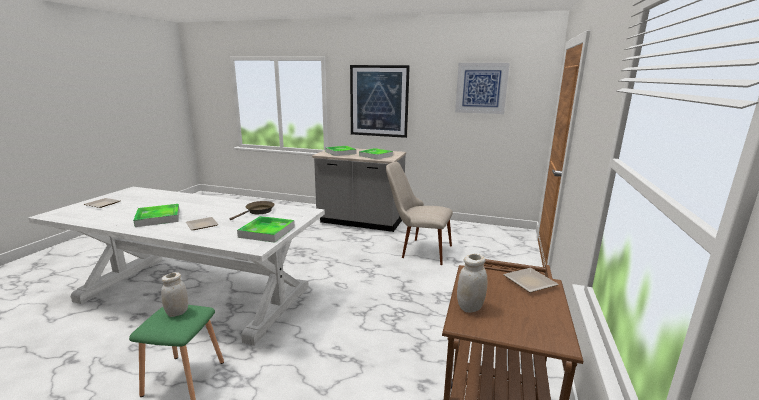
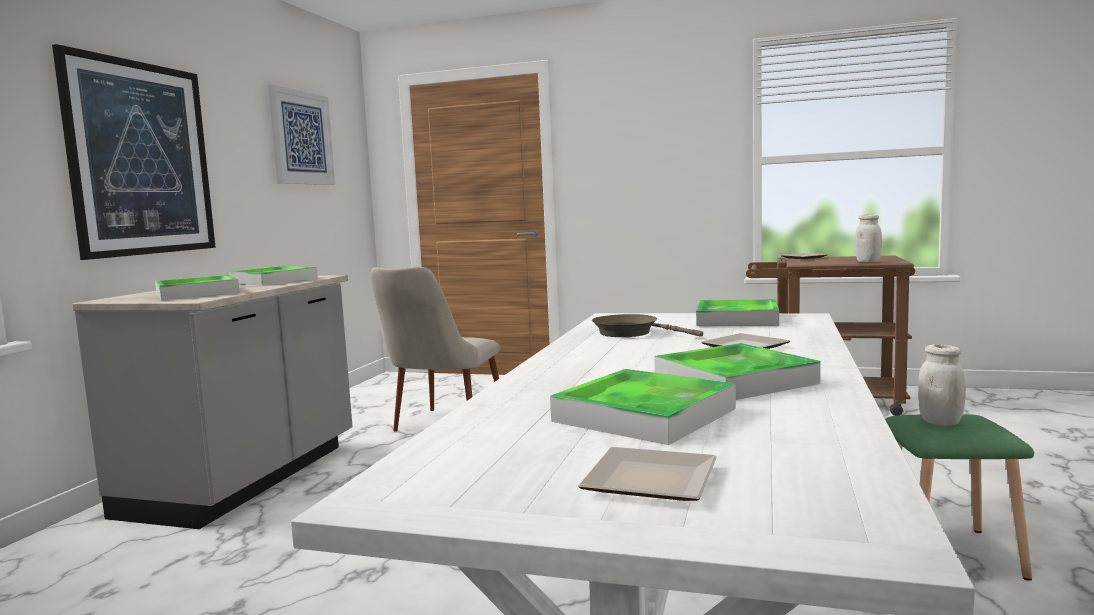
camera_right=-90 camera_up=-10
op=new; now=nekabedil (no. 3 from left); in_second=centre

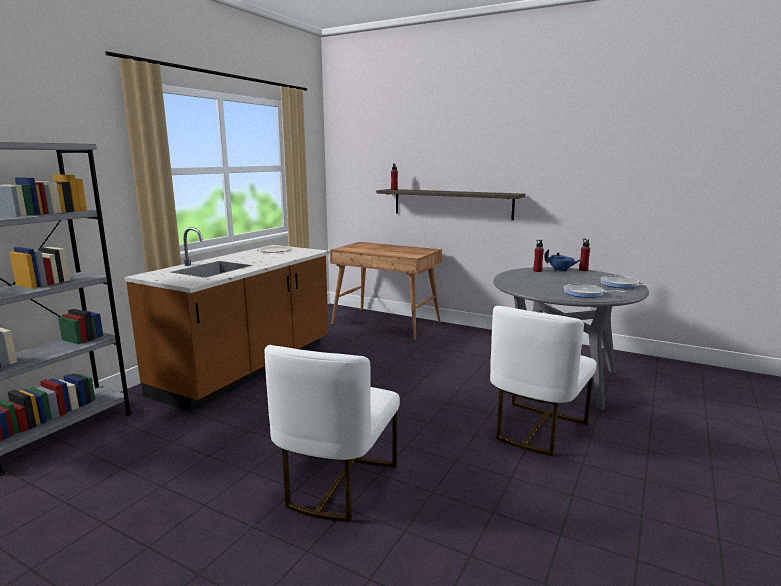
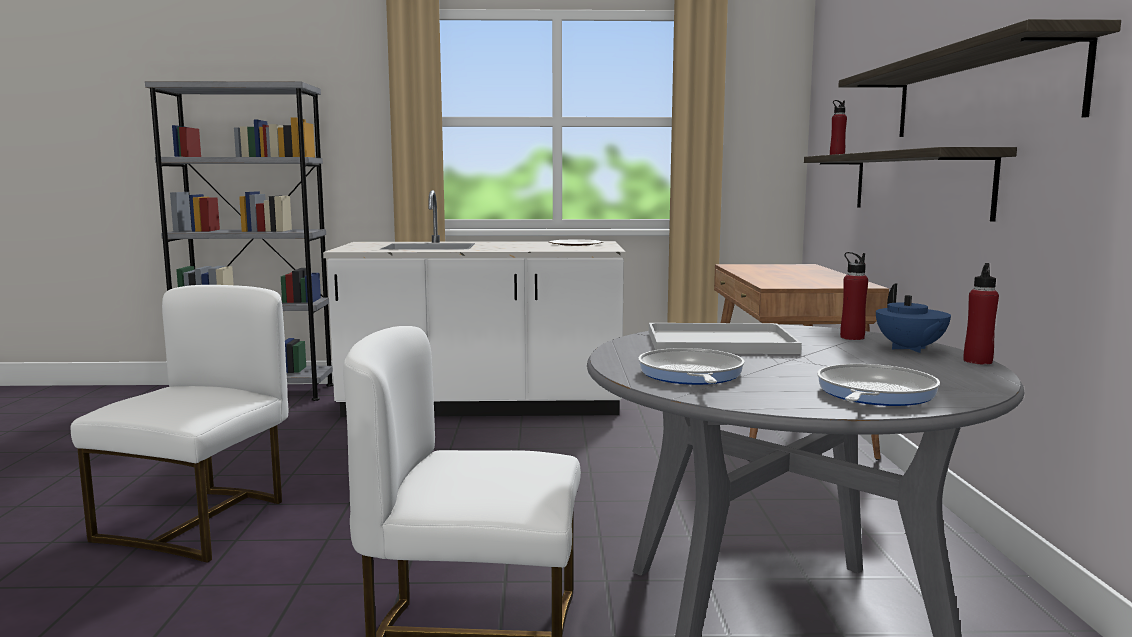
camera_right=60 camera_up=-5
op=rotated; was=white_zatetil (no. 1 from left); in_first=bottom centre; in_second=middle left; clockwise=120
op=repainted; was=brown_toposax; now=white_toposax; in_first=middle left; in_second=centre
op=new; now=white_nekabedil; in_second=centre
op=new; now=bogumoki (no. 2 from left); in_second=top right

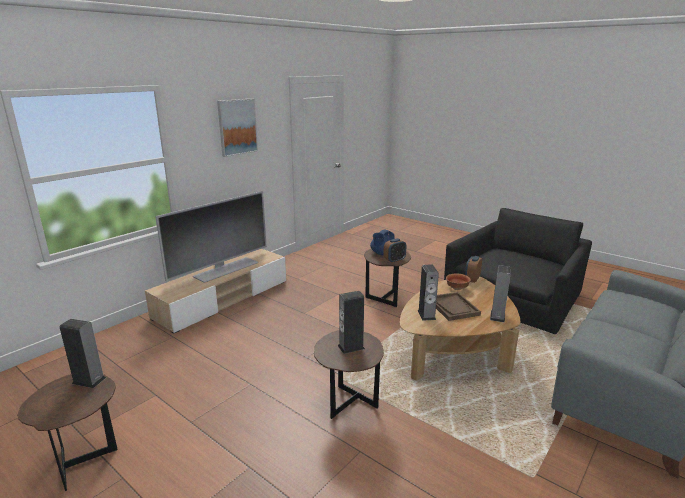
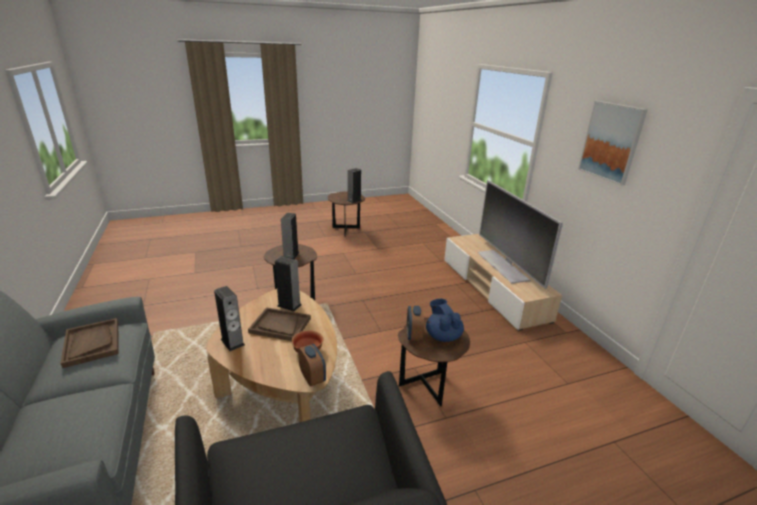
camera_right=120 camera_up=5
op=new; now=brown_nekabedil (no. 1 from left); in_second=bottom left

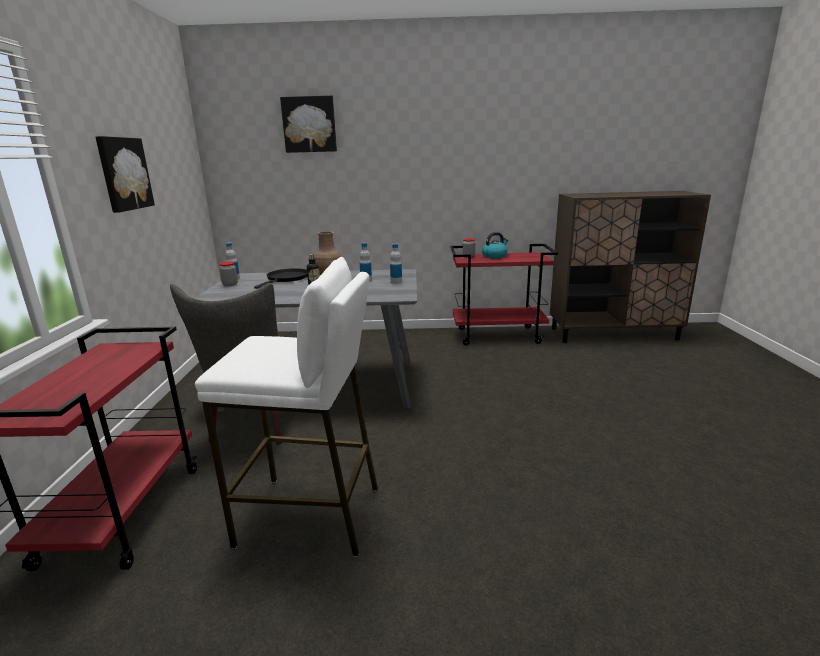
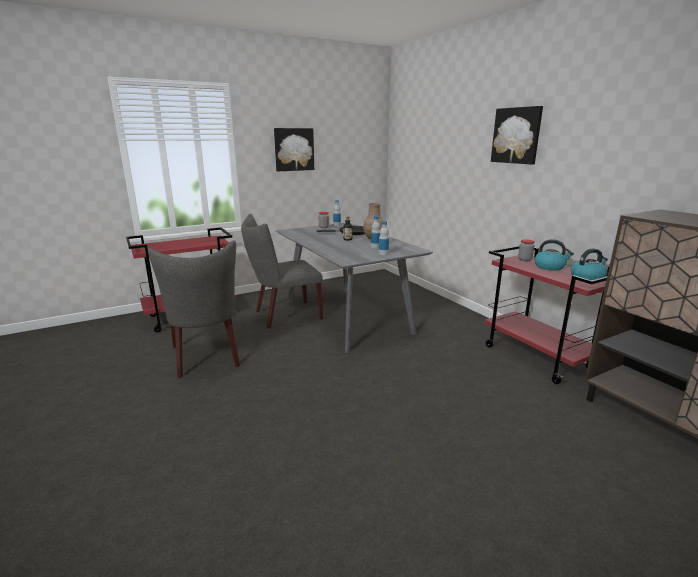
camera_right=60 camera_up=0
op=swapped; was=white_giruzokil; now=grey_zatetil (no. 1 from left); in_first=centre; in_second=middle left
op=shifted; was=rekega (no. 2 from left); in_first=top centre; in_second=top right
op=new; now=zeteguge (no. 2 from left); in_second=middle right

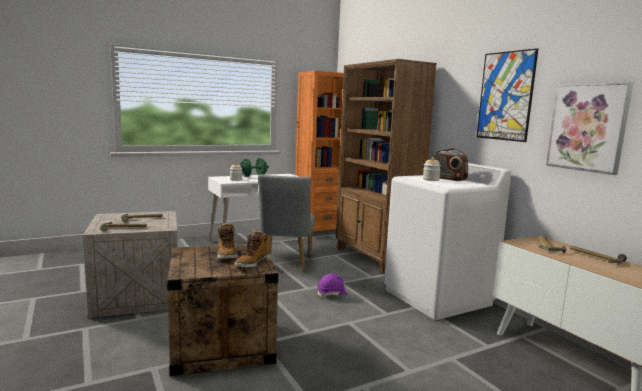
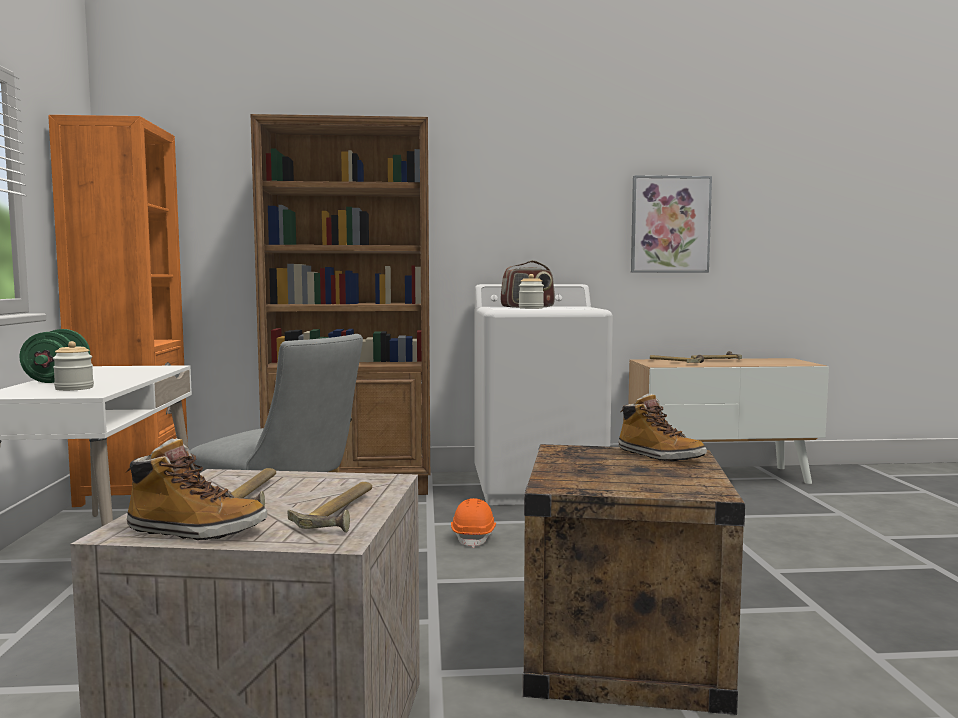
camera_right=-65 camera_up=-5
op=shifted; was=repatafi (no. 1 from left); in_first=centre; in_second=bottom left
op=repainted; was=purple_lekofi; now=orange_lekofi; in_first=bottom centre; in_second=bottom centre
op=gone; was=rekega (no. 1 from left); in_first=top right

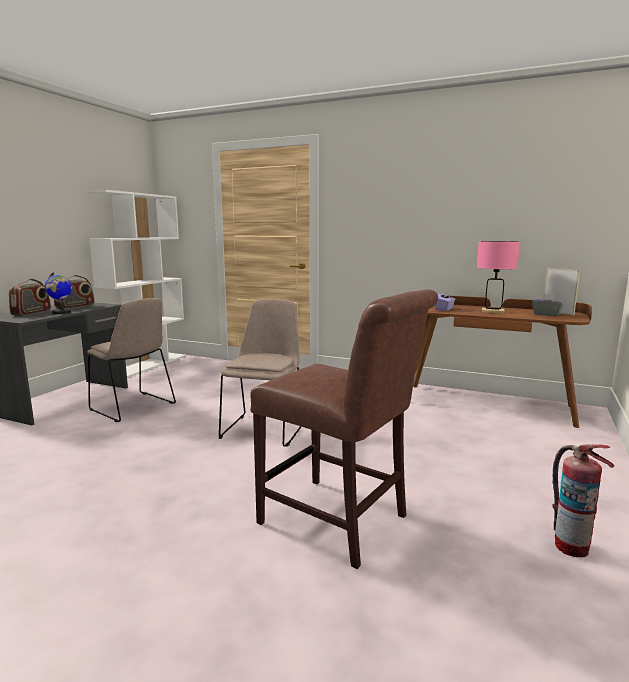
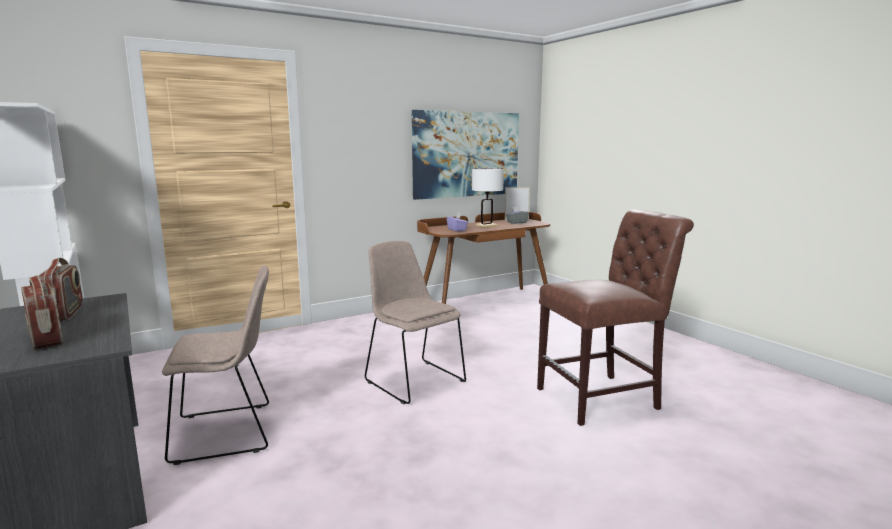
camera_right=-55 camera_up=0
op=new; now=rekega; in_second=top centre
op=repainted; was=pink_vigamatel; now=white_vigamatel; in_first=middle right; in_second=centre
op=gone; was=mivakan; in_first=middle left
op=gone; was=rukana; in_first=bottom right

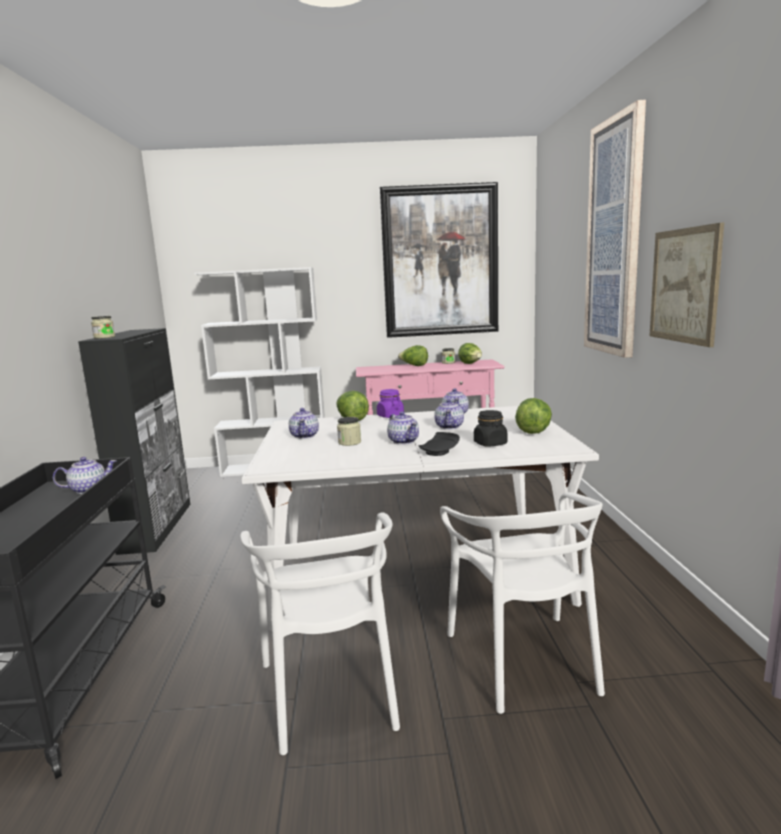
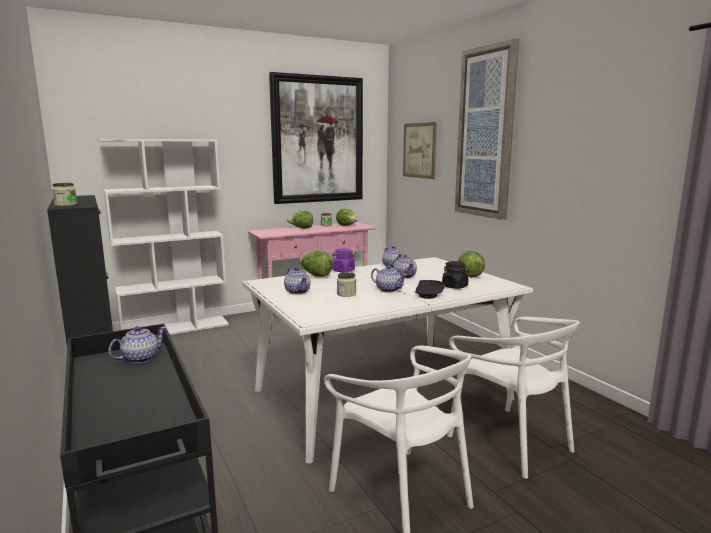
camera_right=-25 camera_up=0
op=shifted; was=rekega (no. 3 from left in the first image); now=rekega (no. 2 from left); in_first=middle right; in_second=top centre

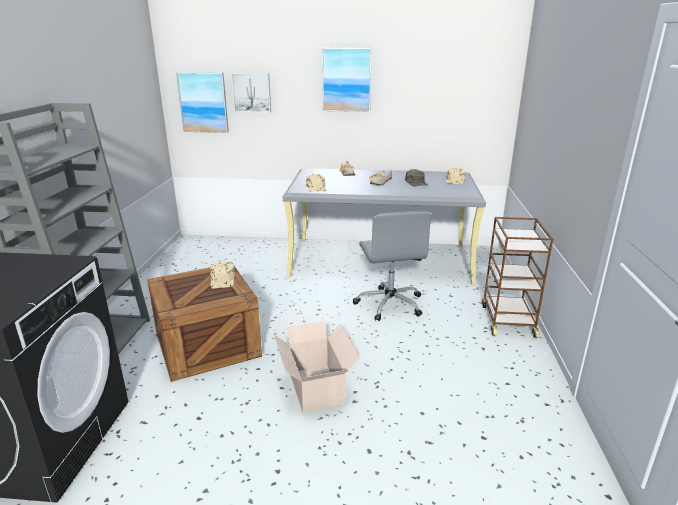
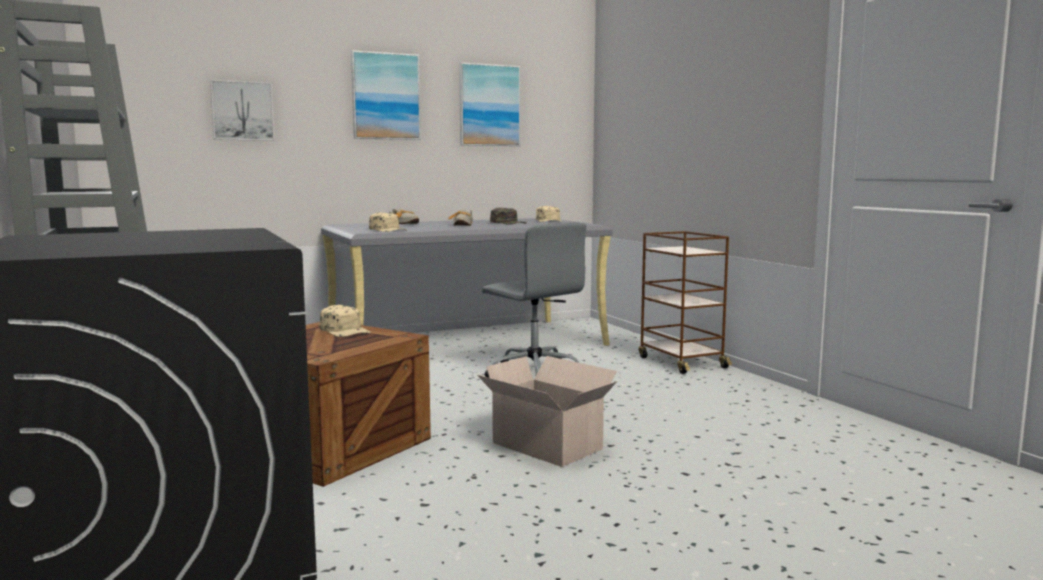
camera_right=-30 camera_up=-15
op=shifted; was=rekega (no. 1 from left in the first image); now=rekega (no. 3 from left); in_first=top left; in_second=top centre

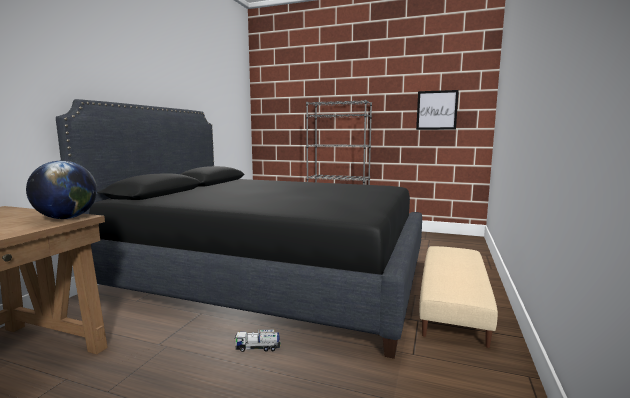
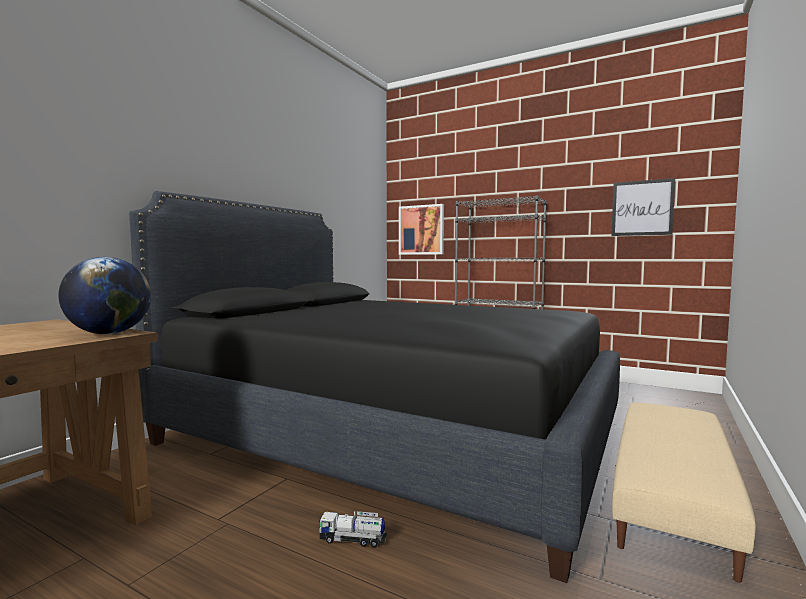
camera_right=10 camera_up=-5
op=new; now=rekega (no. 1 from left); in_second=centre

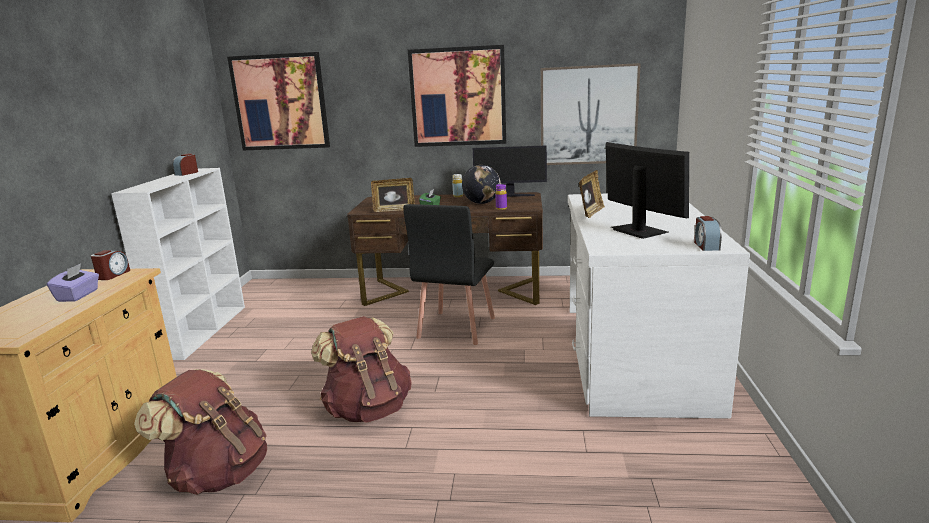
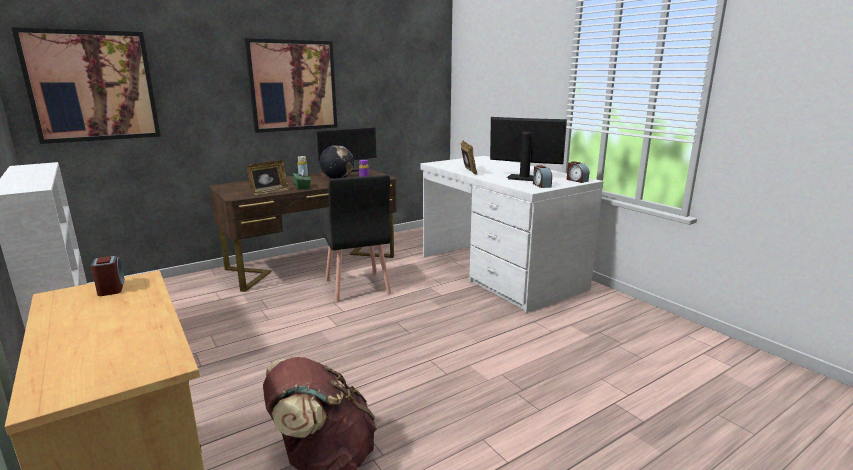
camera_right=-40 camera_up=0
op=shifted; was=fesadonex (no. 2 from left); in_first=top left; in_second=centre
op=gone; was=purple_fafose; in_first=middle left
op=gone; was=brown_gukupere (no. 2 from left); in_first=bottom centre
op=gone; was=rekega (no. 3 from left); in_first=top centre

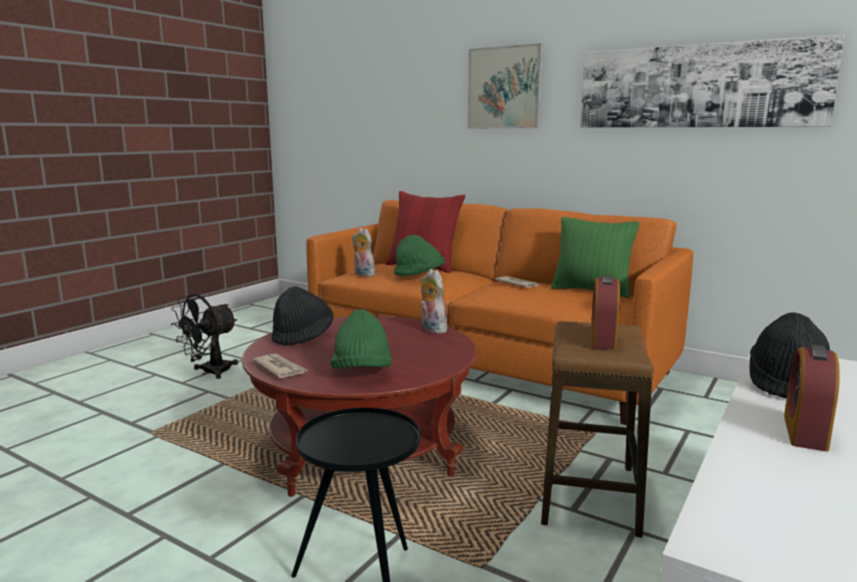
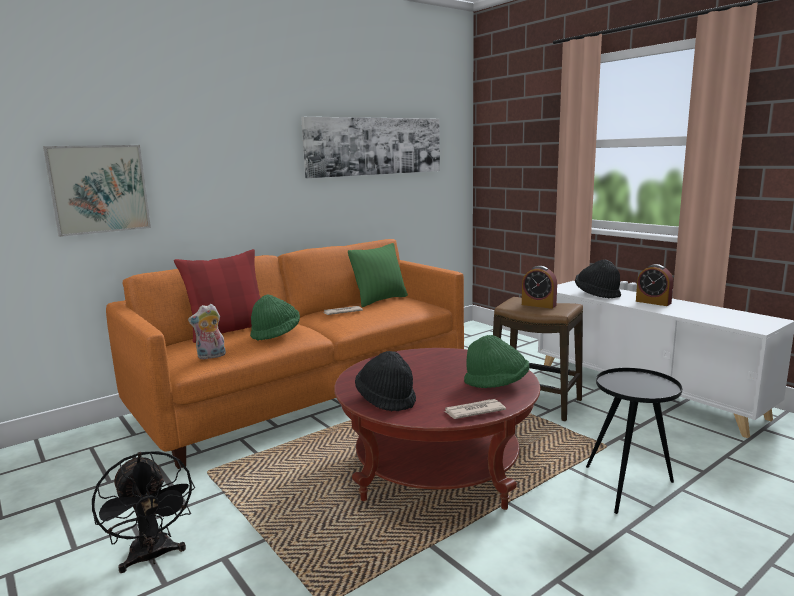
camera_right=-70 camera_up=0
op=shifted; was=rekega (no. 1 from left); in_first=top centre; in_second=top left
op=gone; was=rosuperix (no. 2 from left); in_first=centre

